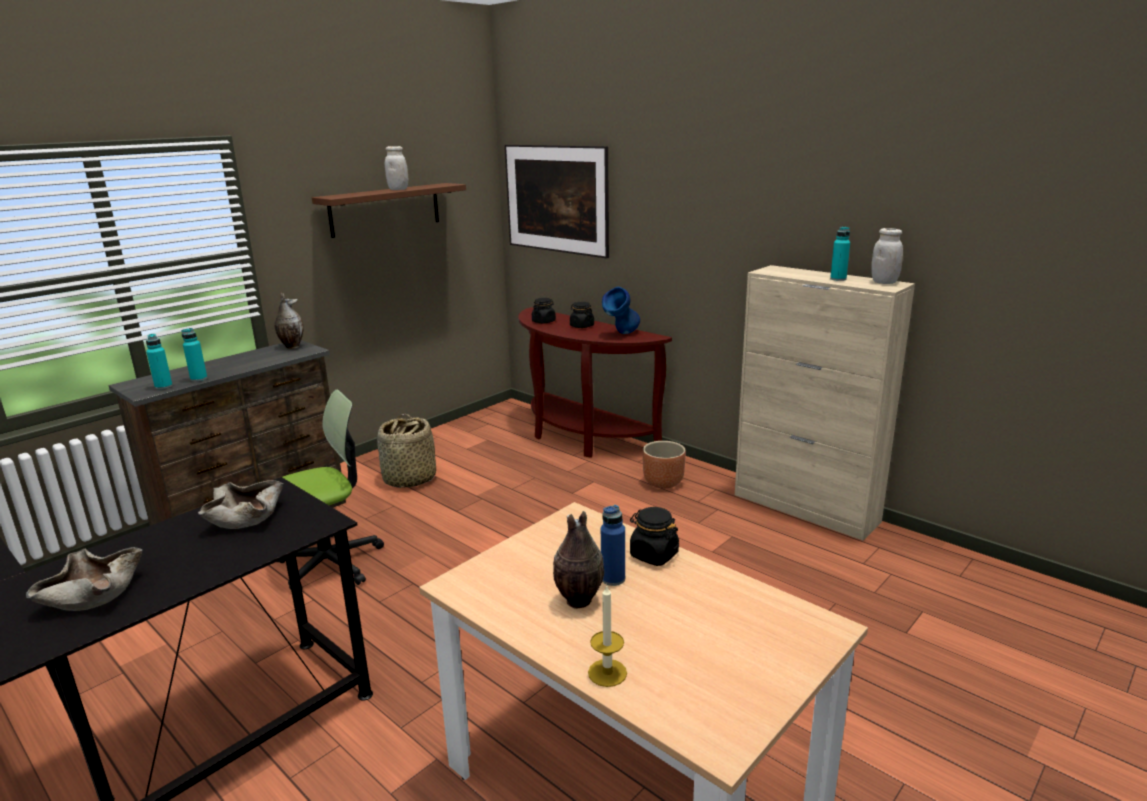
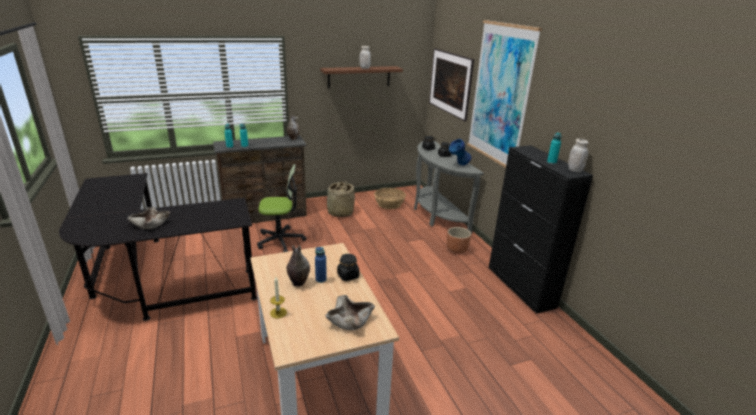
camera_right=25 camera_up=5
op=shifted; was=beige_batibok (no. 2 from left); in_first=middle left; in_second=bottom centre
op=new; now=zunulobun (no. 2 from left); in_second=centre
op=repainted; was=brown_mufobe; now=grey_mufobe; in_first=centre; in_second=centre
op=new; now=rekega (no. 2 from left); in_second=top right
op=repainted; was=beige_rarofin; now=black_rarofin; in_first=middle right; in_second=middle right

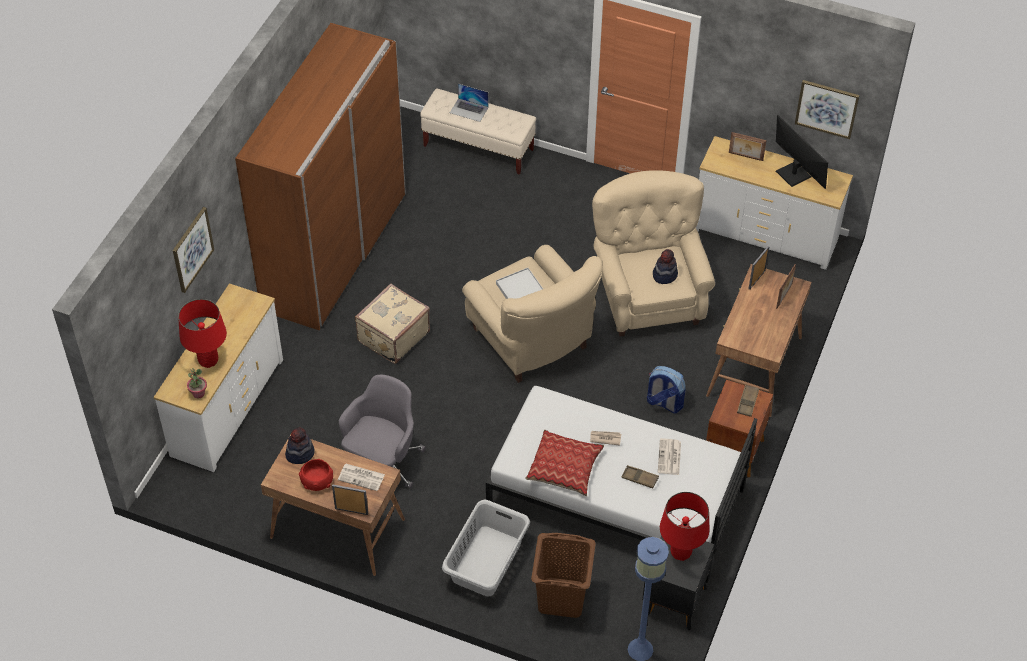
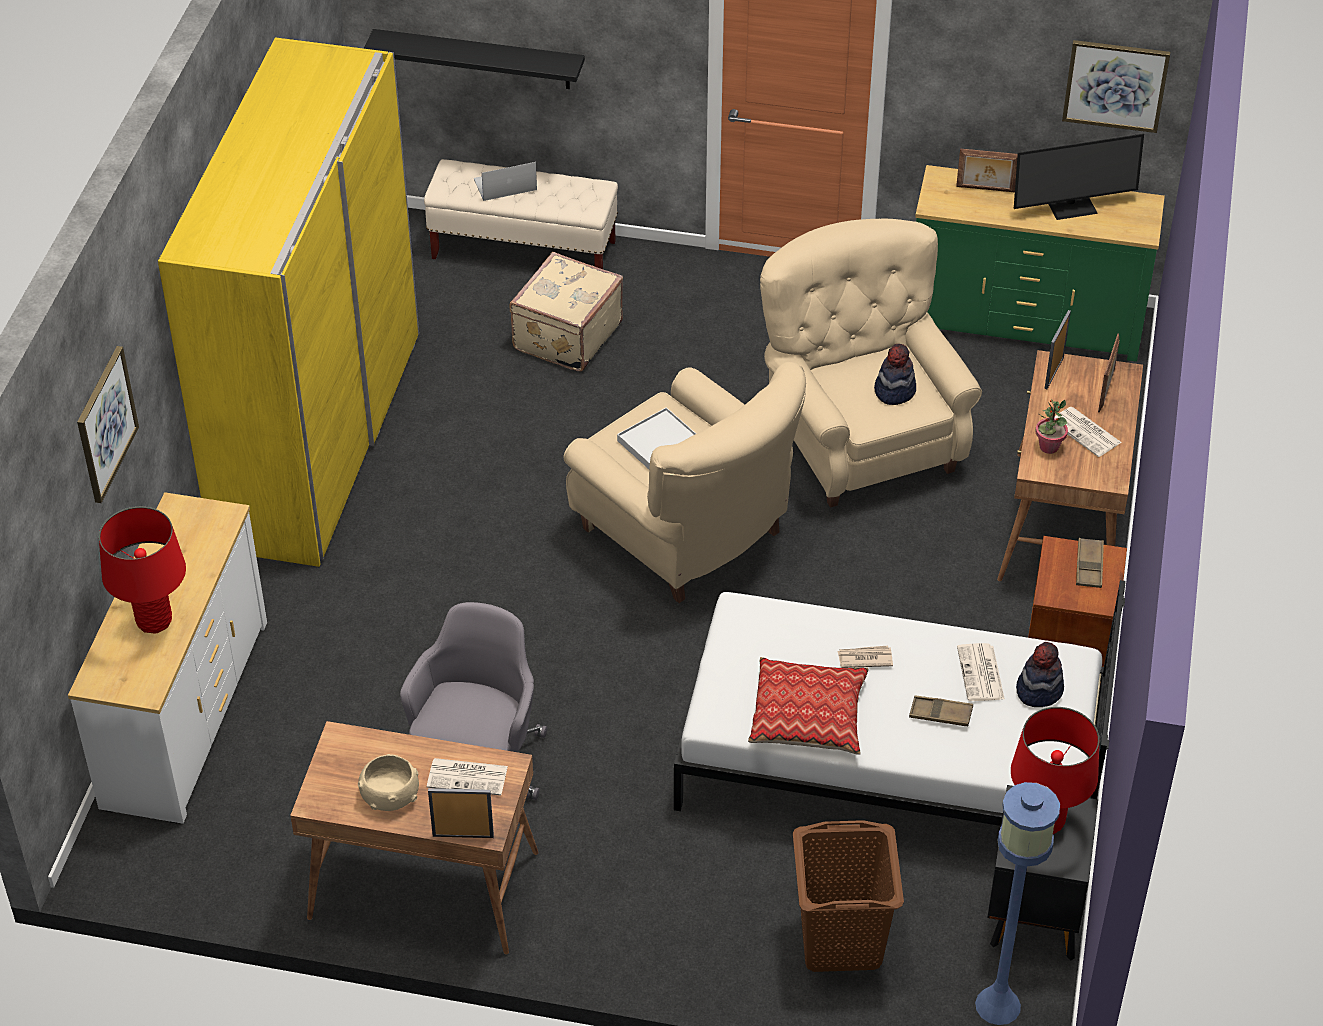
camera_right=-10 camera_up=-5
op=repainted; was=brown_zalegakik; now=yellow_zalegakik; in_first=top left; in_second=top left
op=repainted; was=red_batibok; now=beige_batibok; in_first=bottom left; in_second=bottom left
op=new; now=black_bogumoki; in_second=top centre
op=rotated; was=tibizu; in_first=top centre; in_second=top centre; clockwise=150
op=shifted; was=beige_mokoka; in_first=centre; in_second=top centre
op=repainted; was=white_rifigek (no. 2 from left); now=green_rifigek; in_first=top right; in_second=top right
op=rotated; was=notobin; in_first=top right; in_second=top right; clockwise=120
op=shifted; was=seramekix (no. 1 from left in the first image); now=seramekix (no. 2 from left); in_first=bottom left; in_second=middle right
op=shifted; was=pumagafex; in_first=middle left; in_second=middle right
op=new; now=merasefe (no. 4 from left); in_second=middle right
op=gone; was=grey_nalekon; in_first=bottom centre
op=gone; was=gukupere; in_first=centre

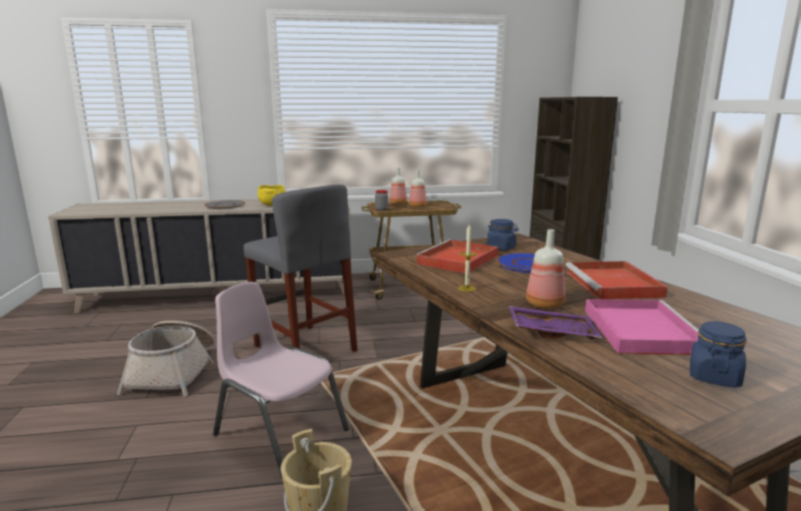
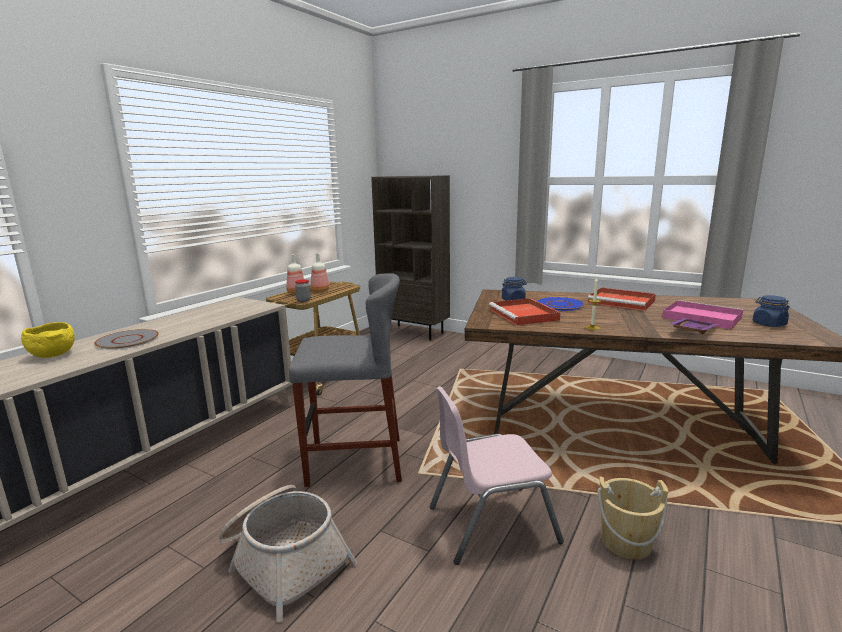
camera_right=-50 camera_up=0
op=shifted; was=yellow_batibok; in_first=centre; in_second=middle left
op=gone; was=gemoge (no. 3 from left); in_first=middle right

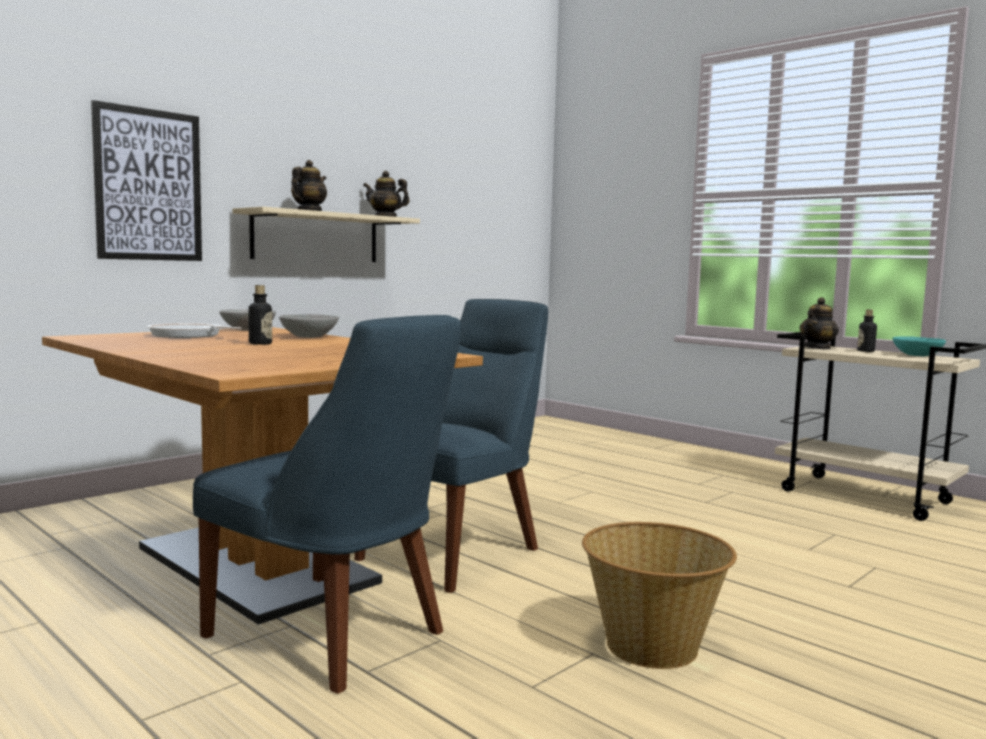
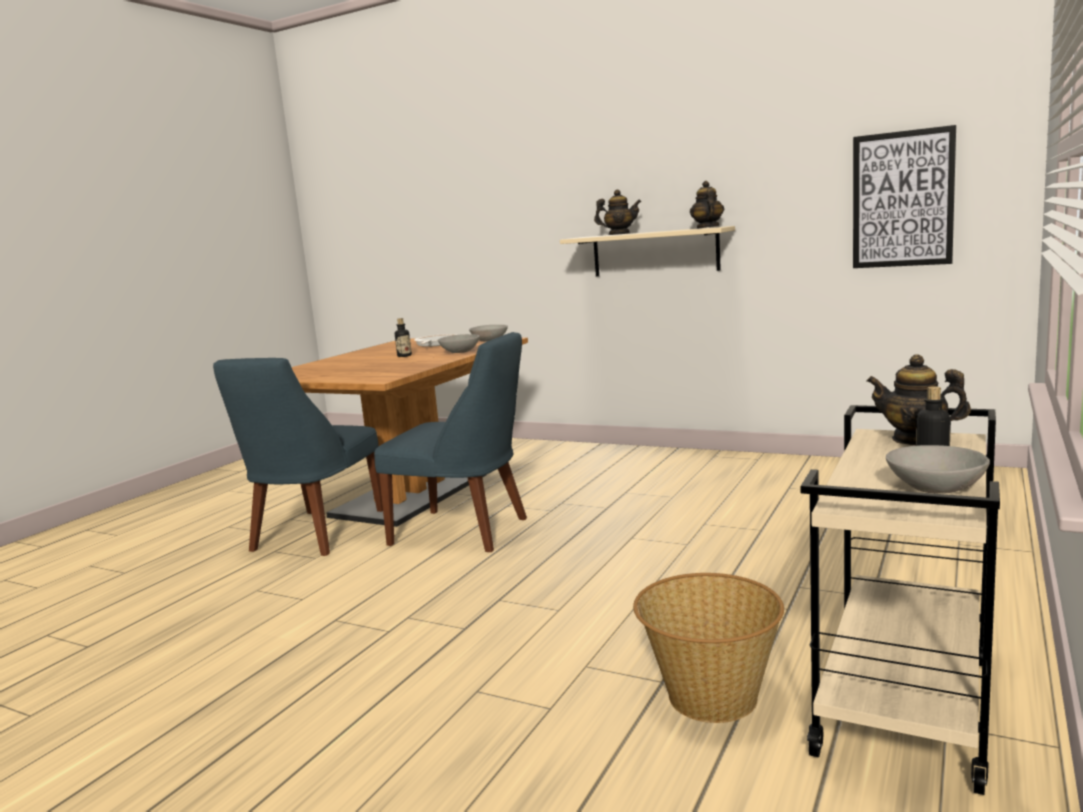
camera_right=75 camera_up=5
op=shifted; was=zunulobun; in_first=bottom right; in_second=bottom centre
op=shifted; was=rekega; in_first=top left; in_second=top right
op=repainted; was=turquoise_batibok; now=grey_batibok (no. 3 from left); in_first=middle right; in_second=middle right

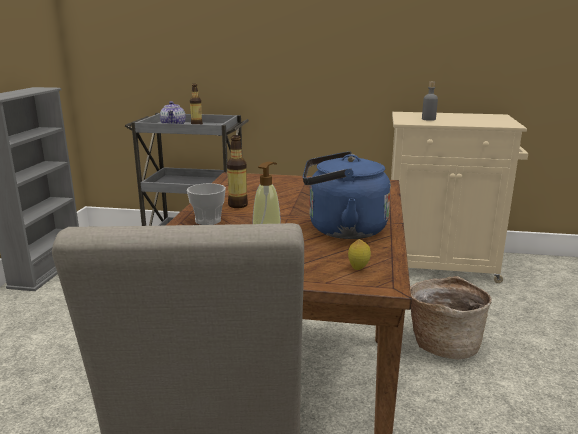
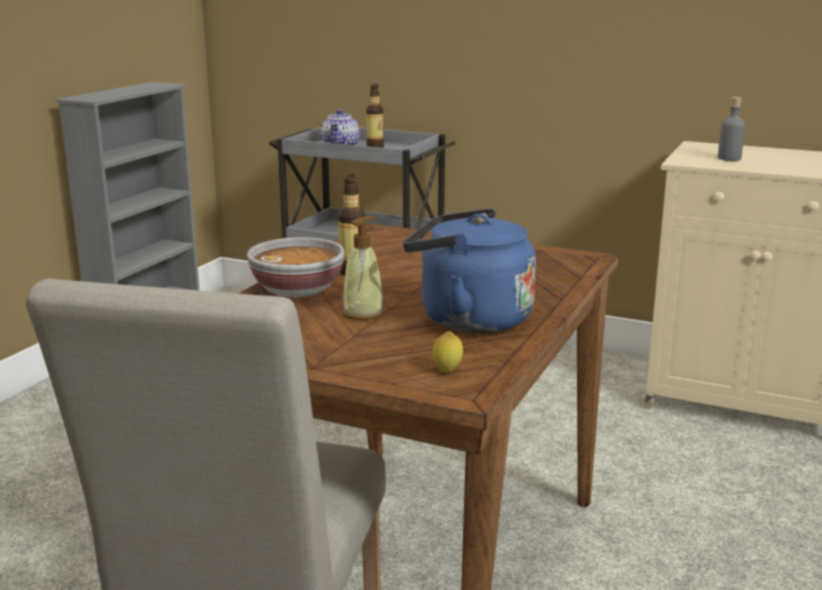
camera_right=15 camera_up=0
op=swapped; was=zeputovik; now=batibok; in_first=centre; in_second=centre
op=gone; was=zunulobun; in_first=bottom right

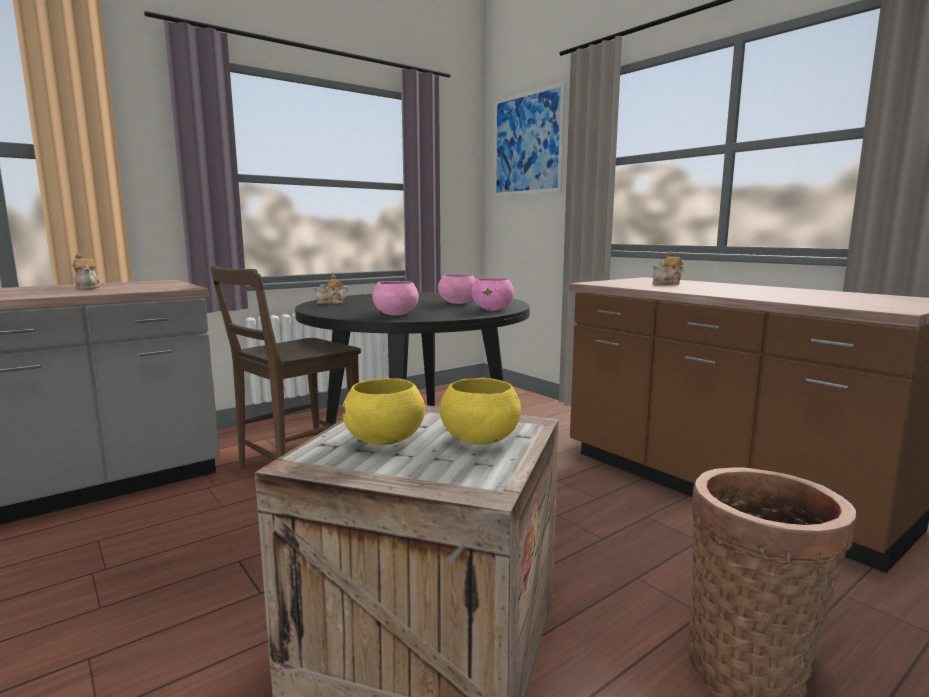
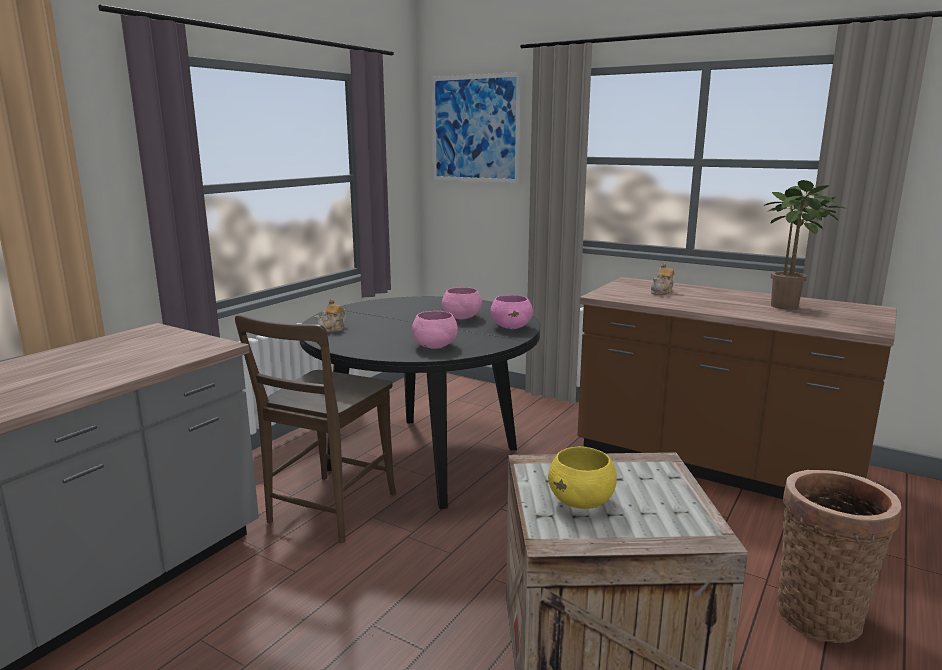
camera_right=-20 camera_up=5
op=new; now=pumagafex; in_second=middle right
op=gone; was=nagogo (no. 1 from left); in_first=middle left
op=gone; was=yellow_batibok (no. 2 from left); in_first=centre

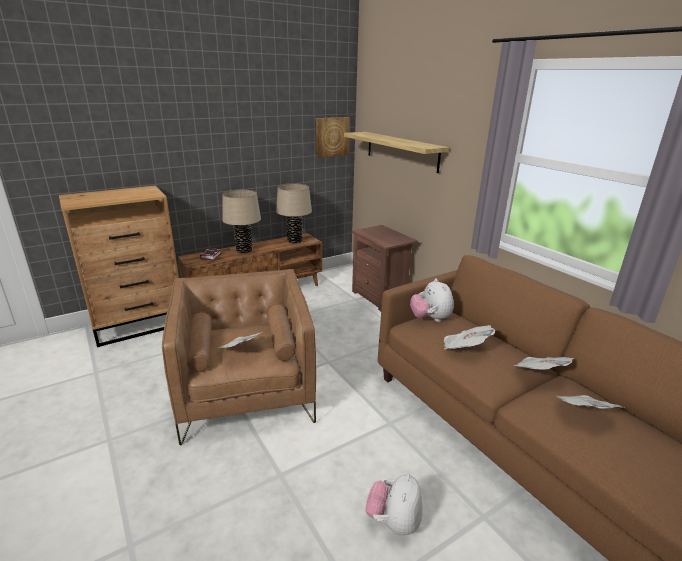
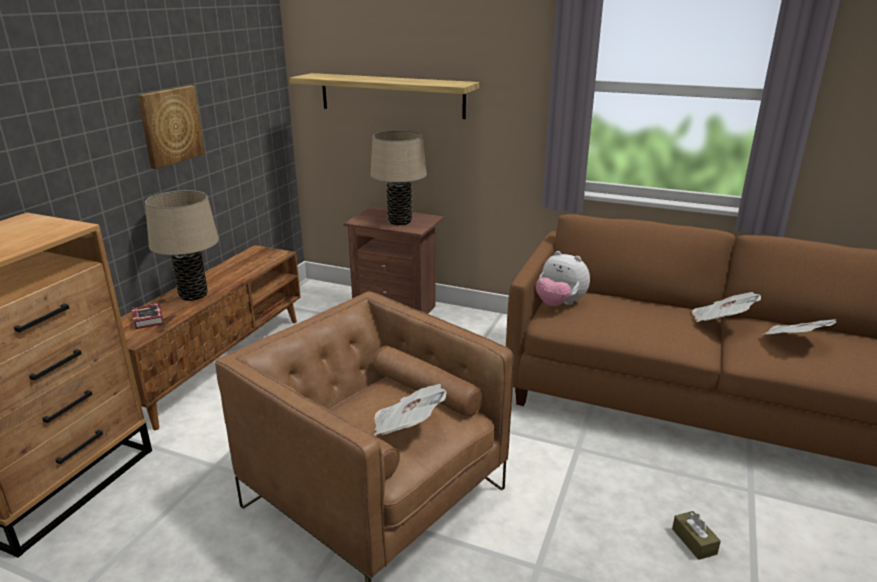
camera_right=-35 camera_up=0
op=shifted; was=rekega; in_first=top centre; in_second=top left
op=shifted; was=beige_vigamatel (no. 2 from left); in_first=centre; in_second=top centre
op=swapped; was=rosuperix (no. 1 from left); now=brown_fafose; in_first=bottom centre; in_second=bottom right
op=gone; was=merasefe (no. 2 from left); in_first=middle right

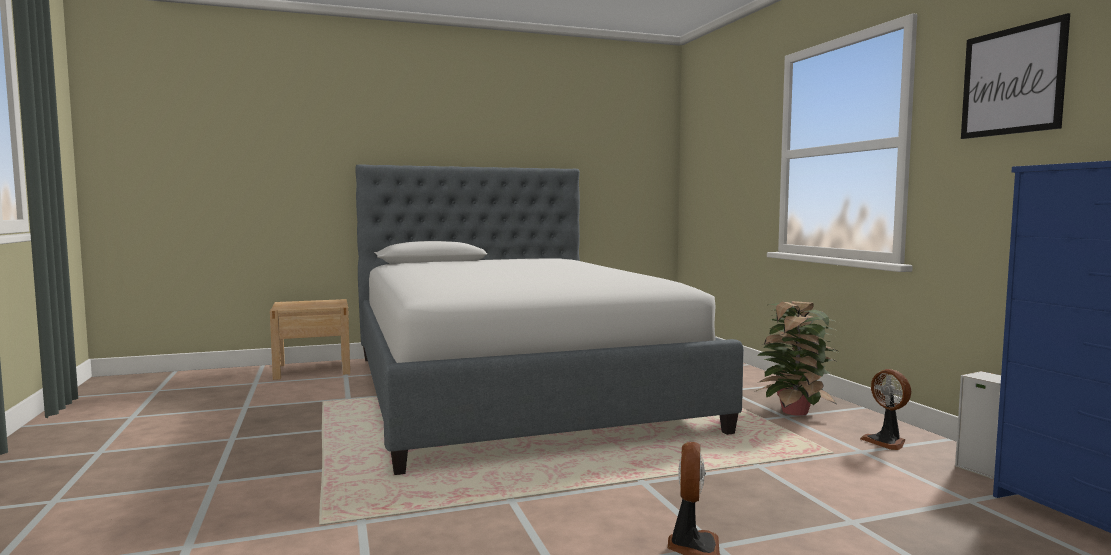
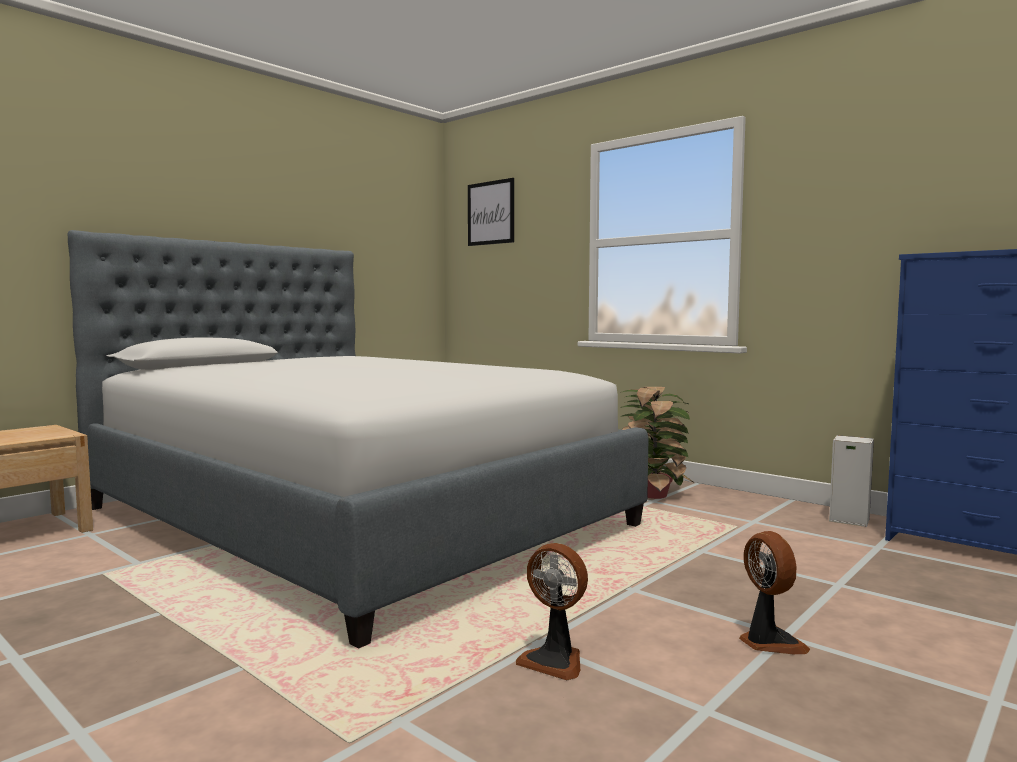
camera_right=-30 camera_up=0
op=shifted; was=rekega; in_first=top right; in_second=top centre
op=shifted; was=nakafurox (no. 2 from left in the first image); now=nakafurox (no. 1 from left); in_first=bottom right; in_second=bottom centre

